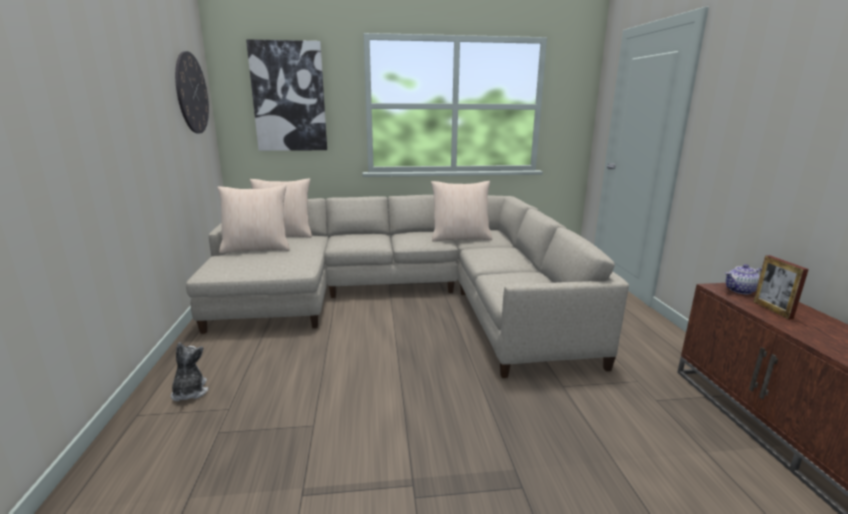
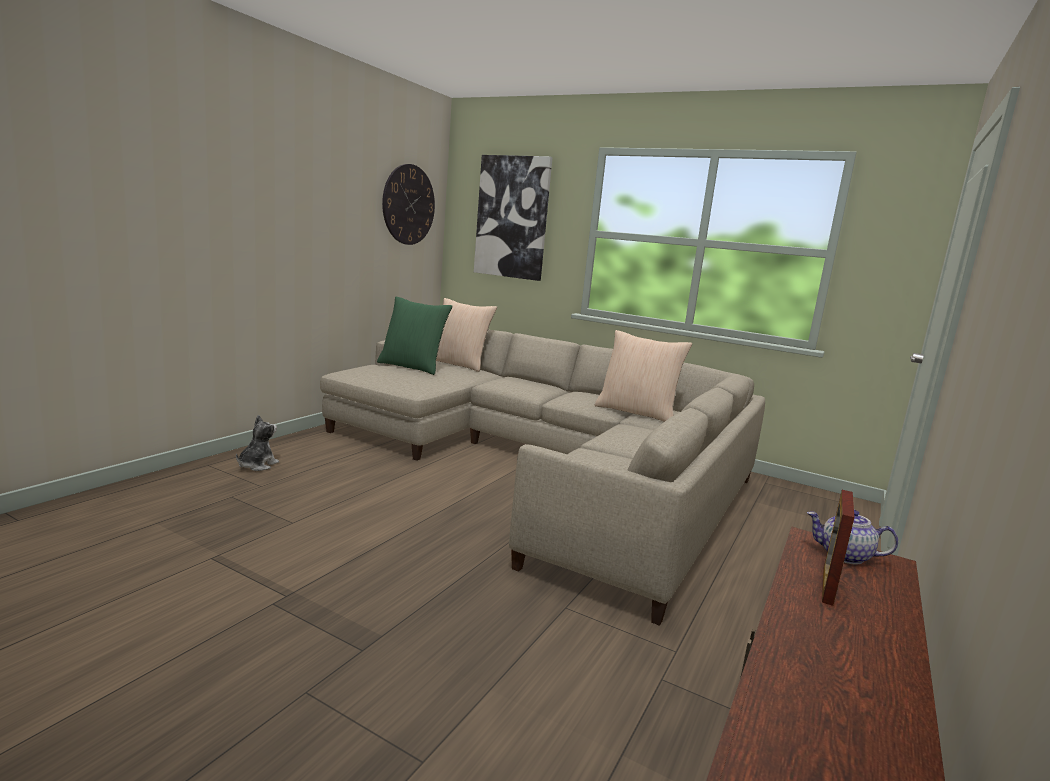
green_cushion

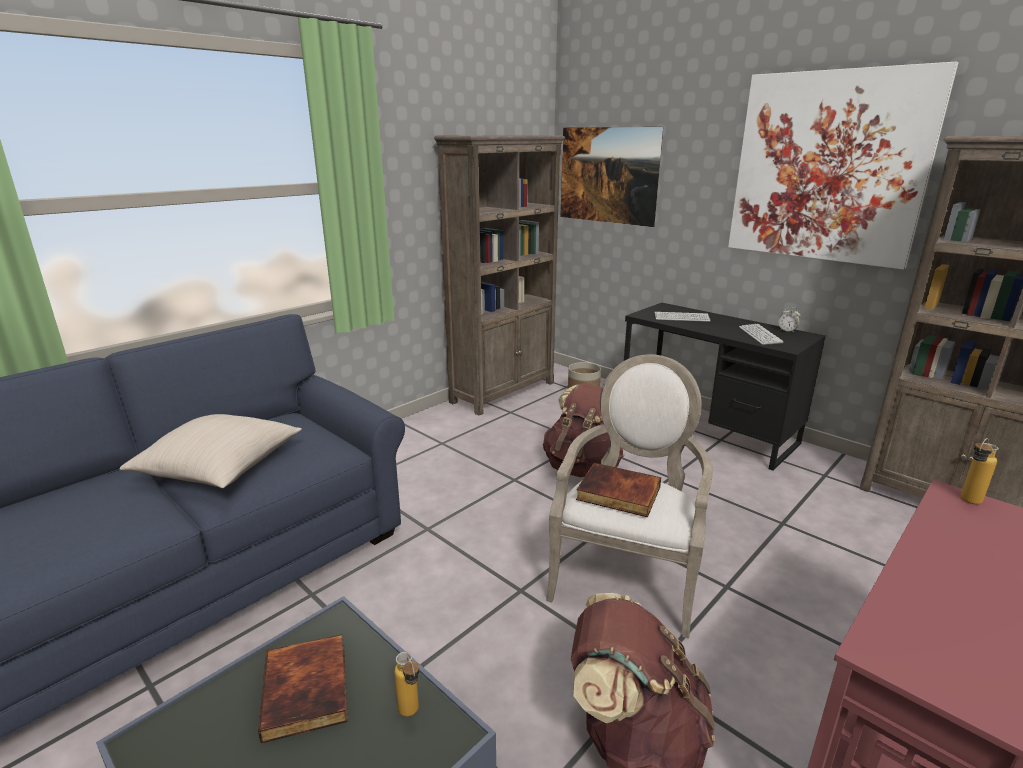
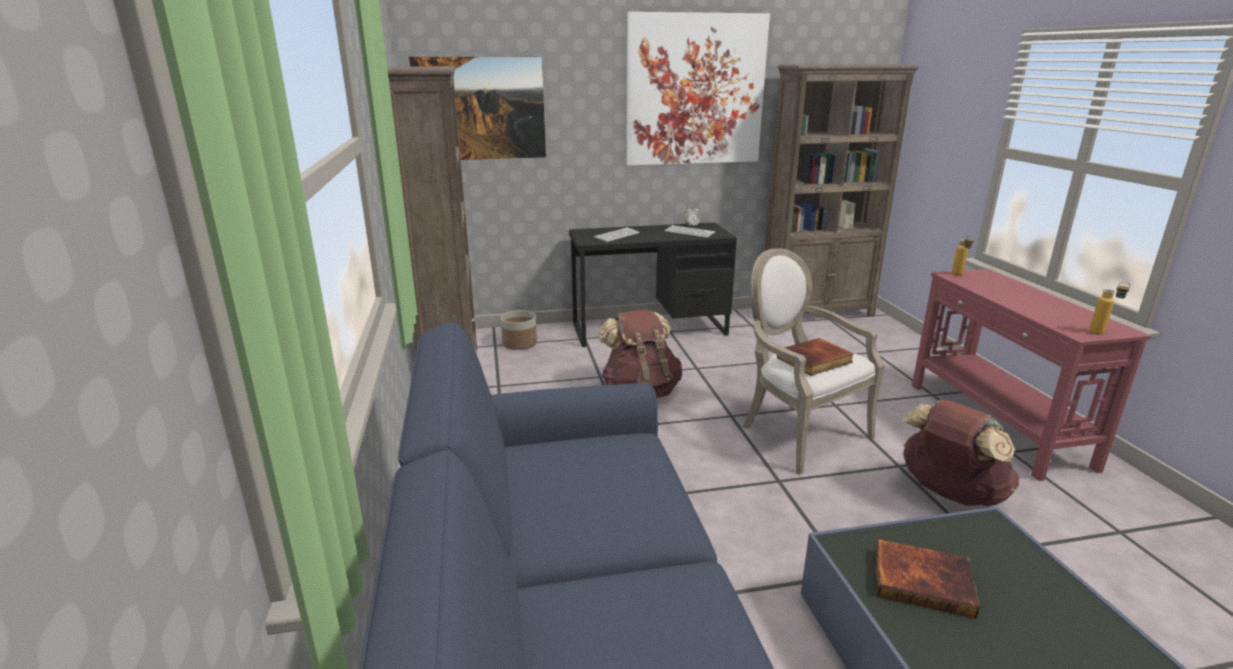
beige-coloured_cushion
beverage_bottle (no. 2 from left)

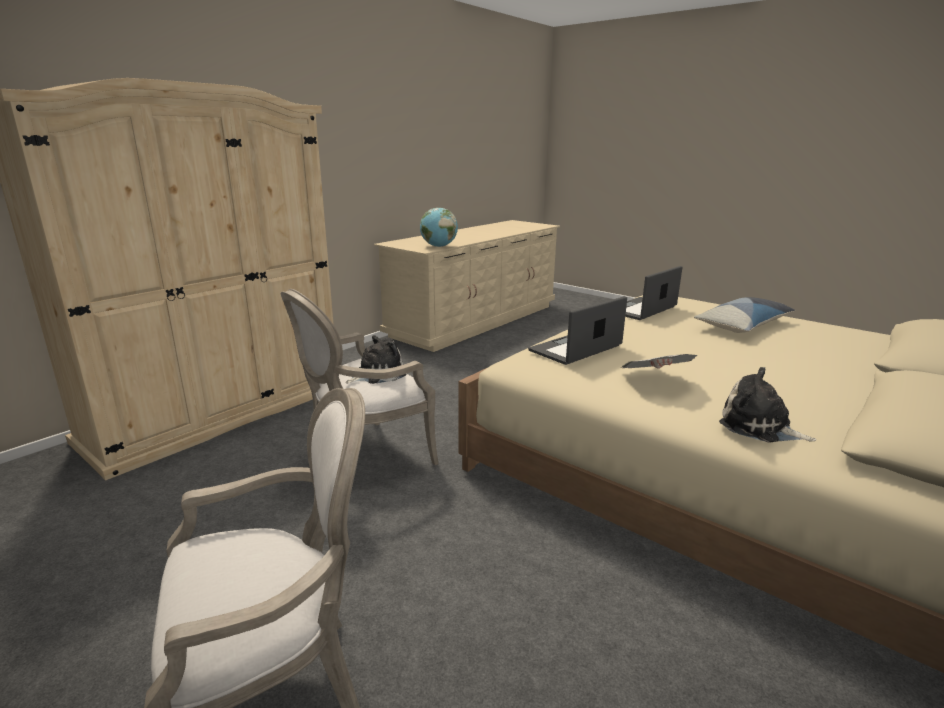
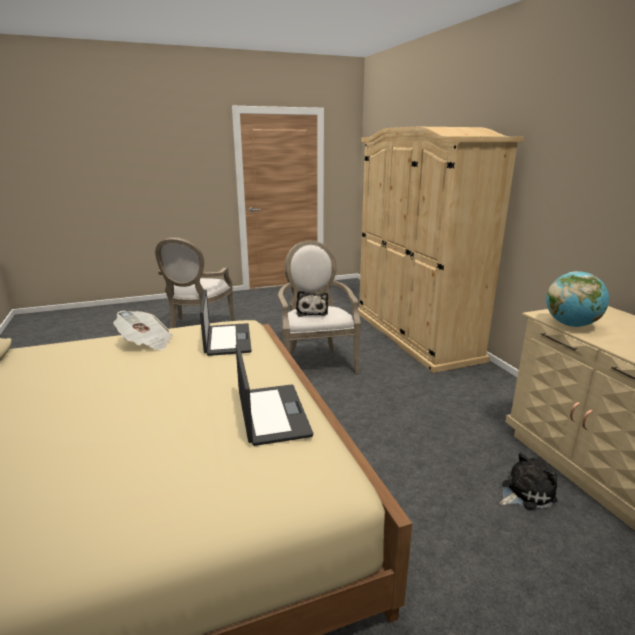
cushion
soft_toy (no. 2 from left)

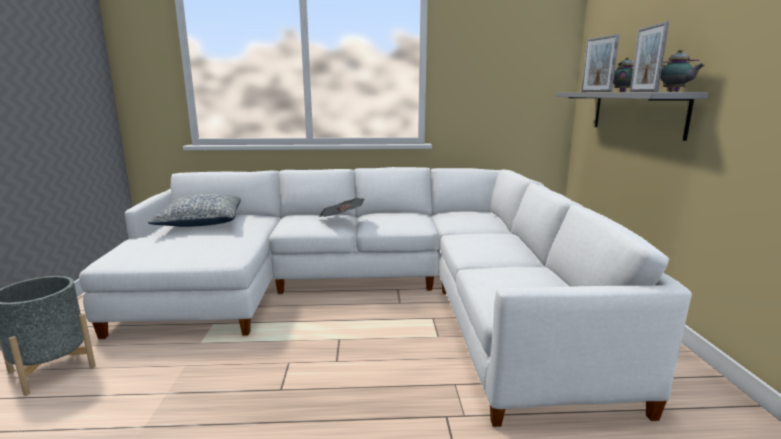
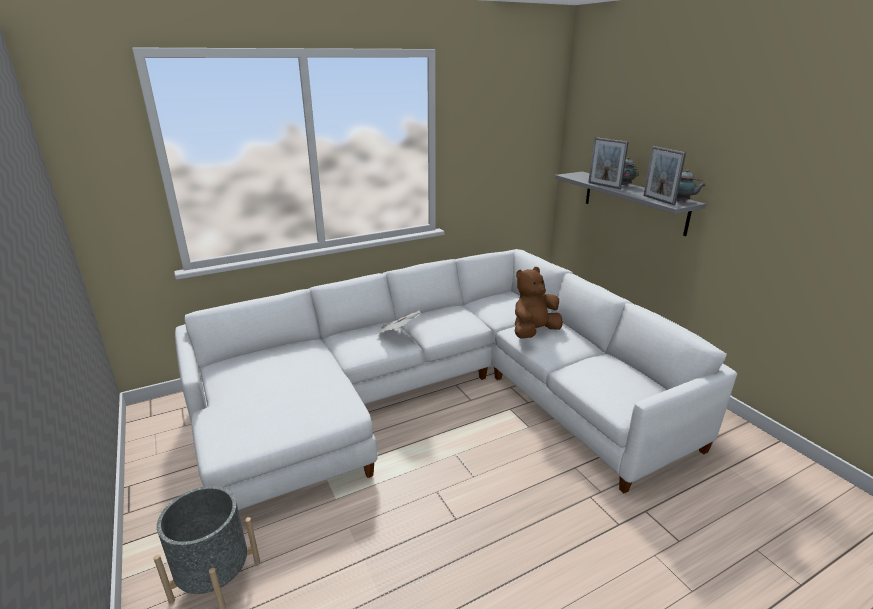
cushion
brown-coloured_soft_toy

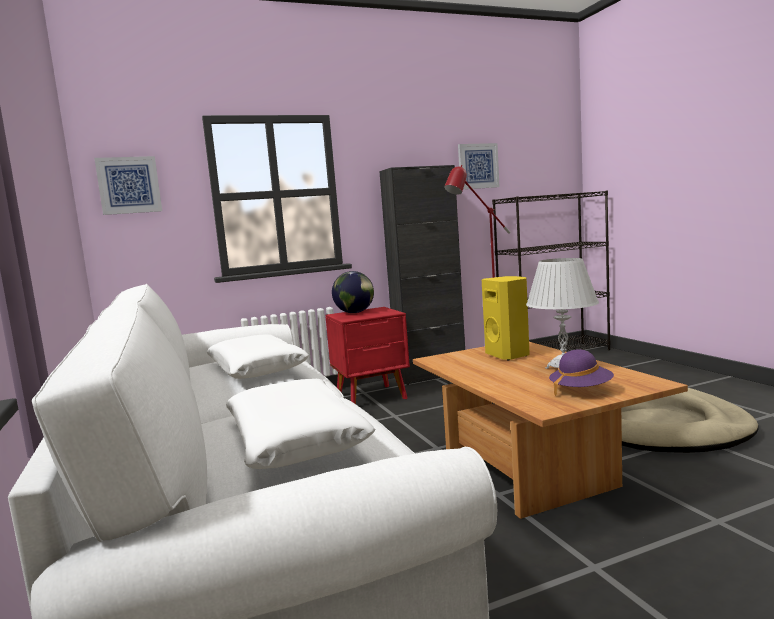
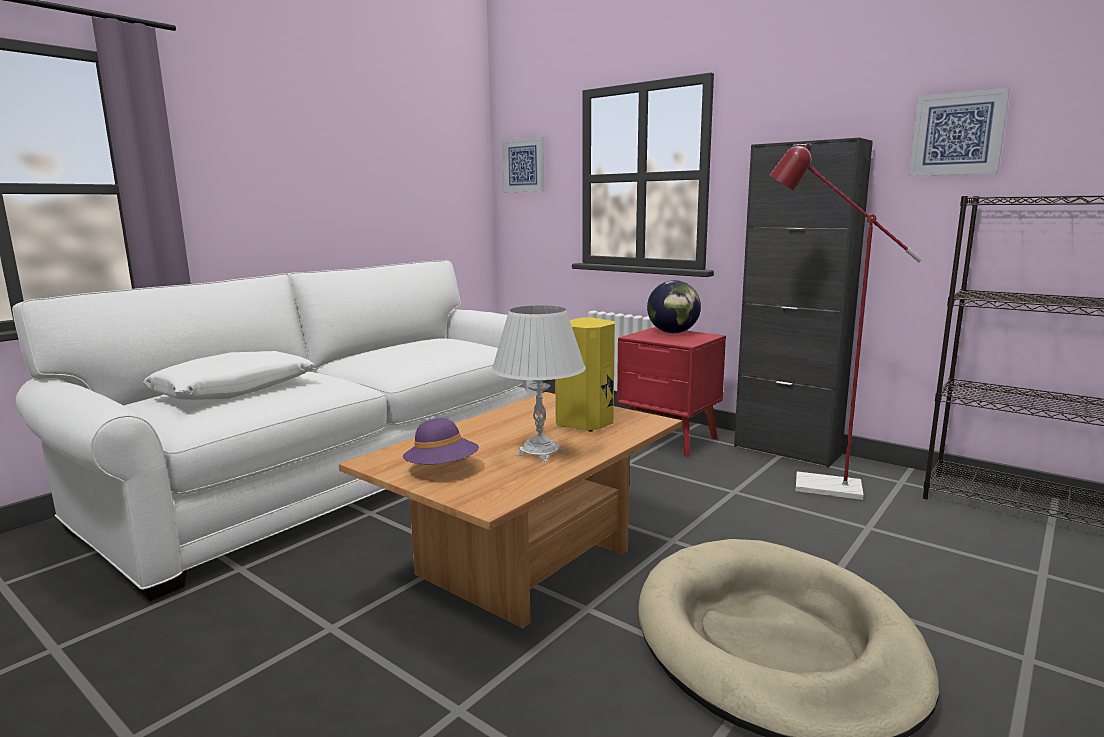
white_cushion (no. 1 from left in the first image)

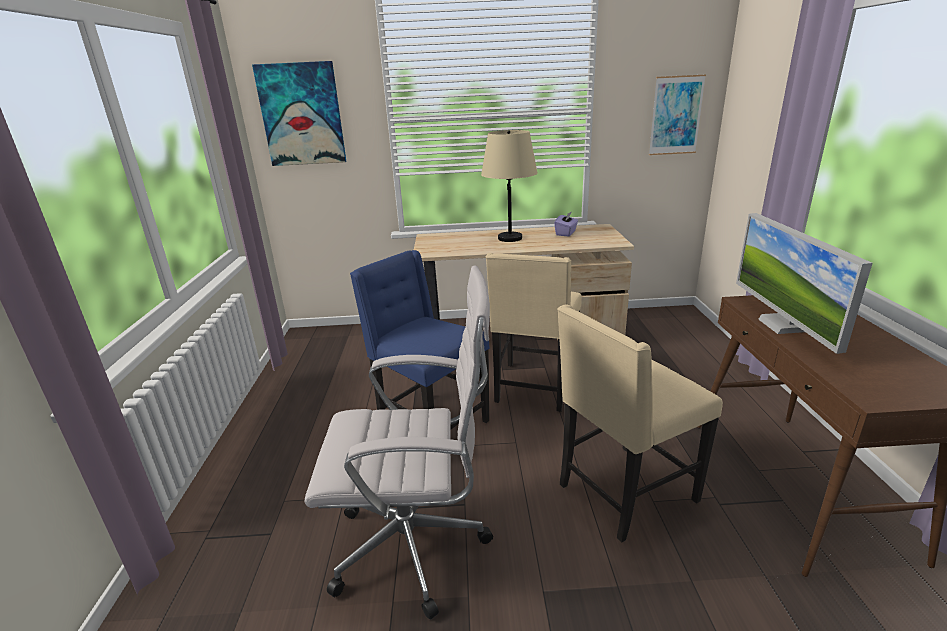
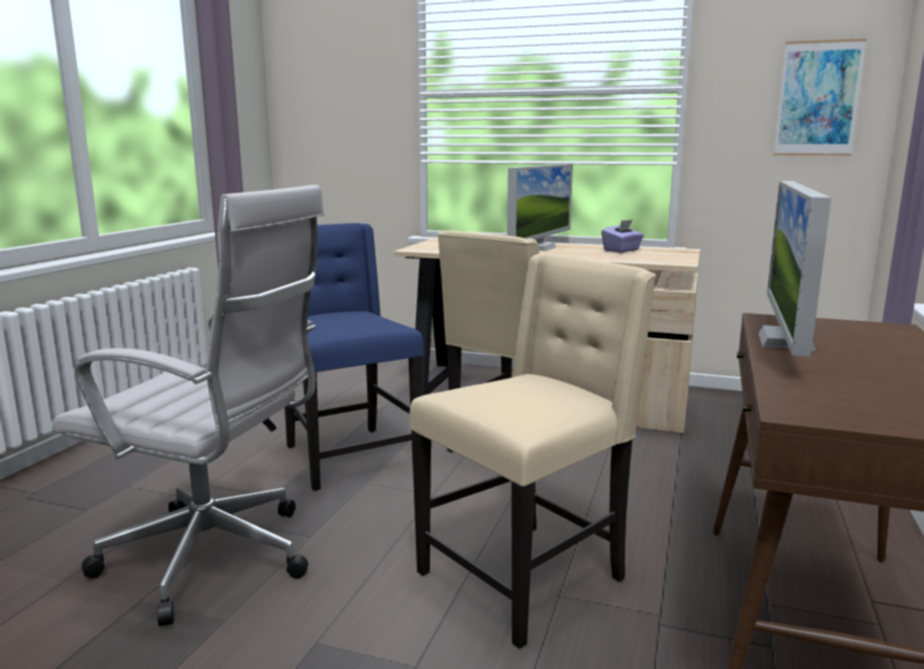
wall_art (no. 1 from left in the first image)
computer_display (no. 1 from left)
beige-coloured_plain_chair (no. 2 from left)

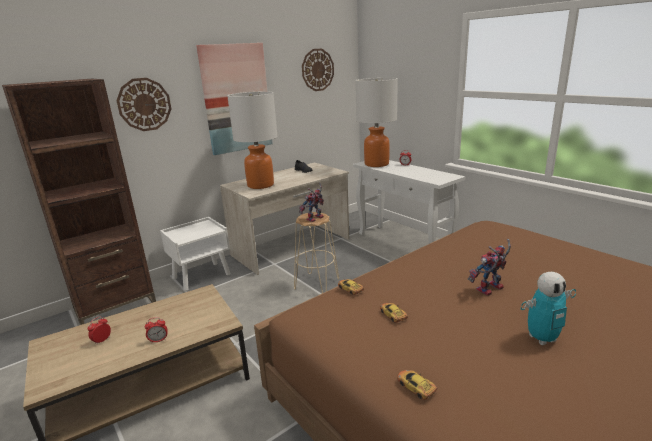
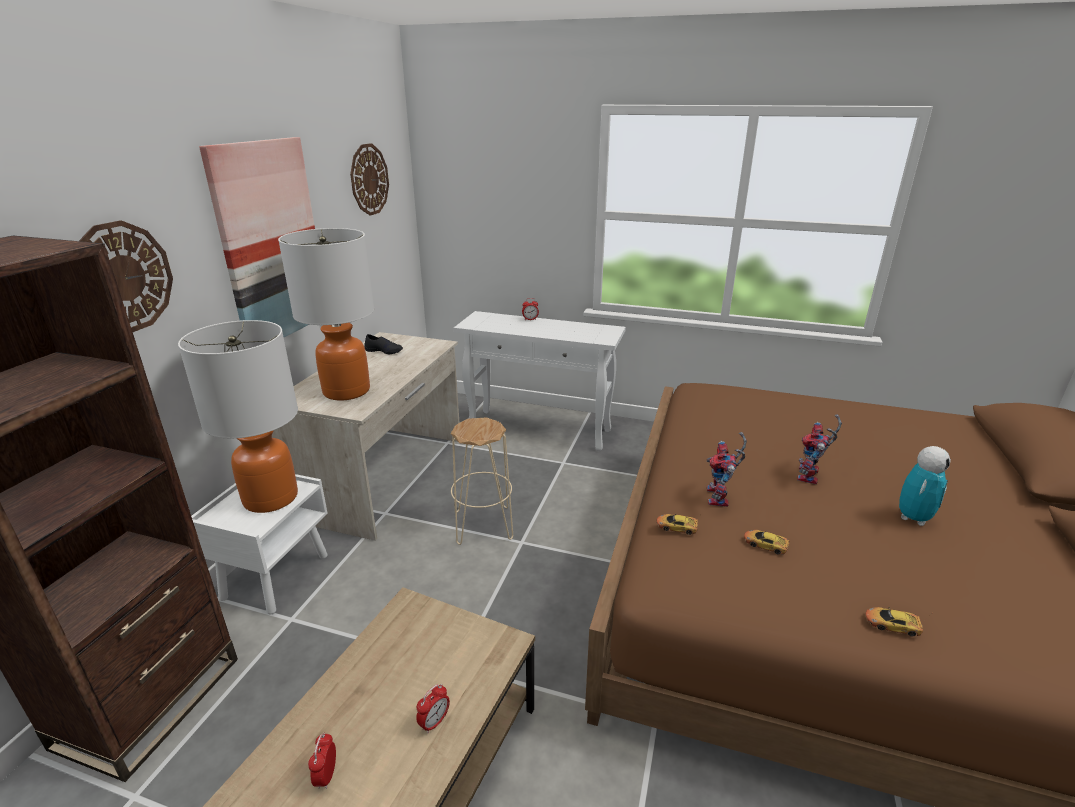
robot_figure (no. 1 from left)
tabletop_lamp (no. 1 from left)

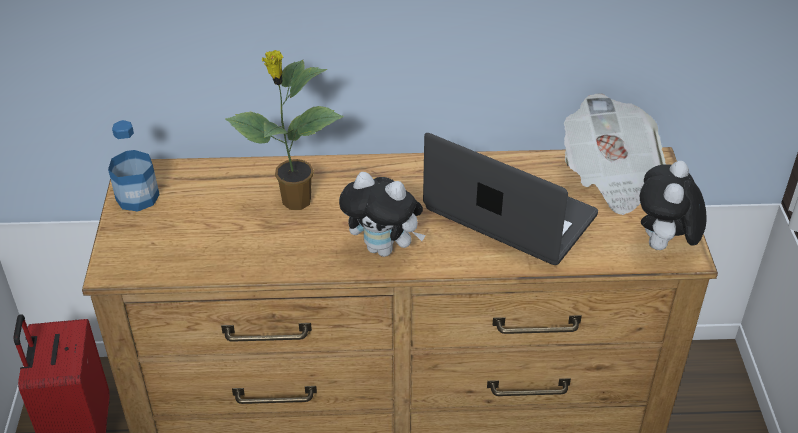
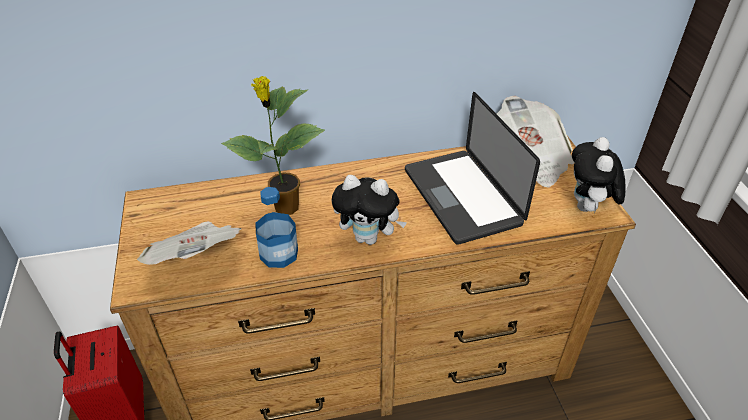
printed_paper (no. 1 from left)
beverage_bottle
portable_computer

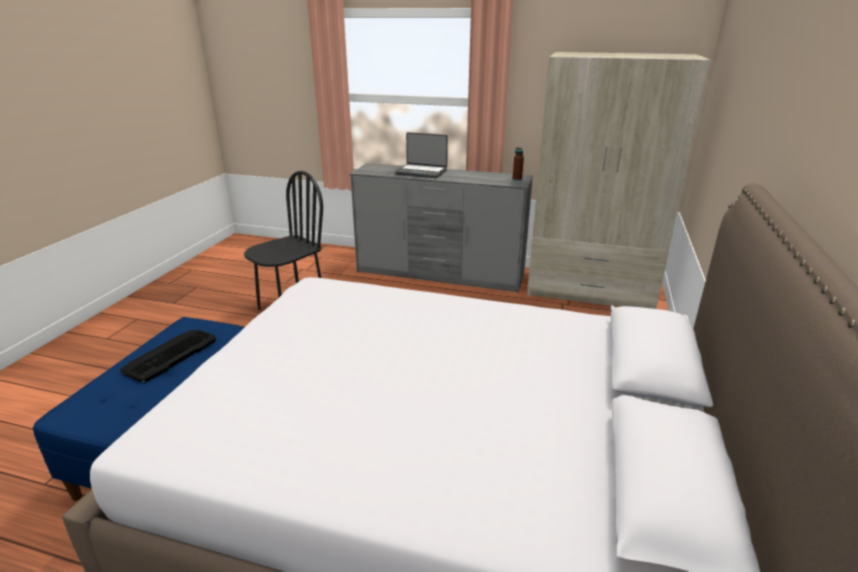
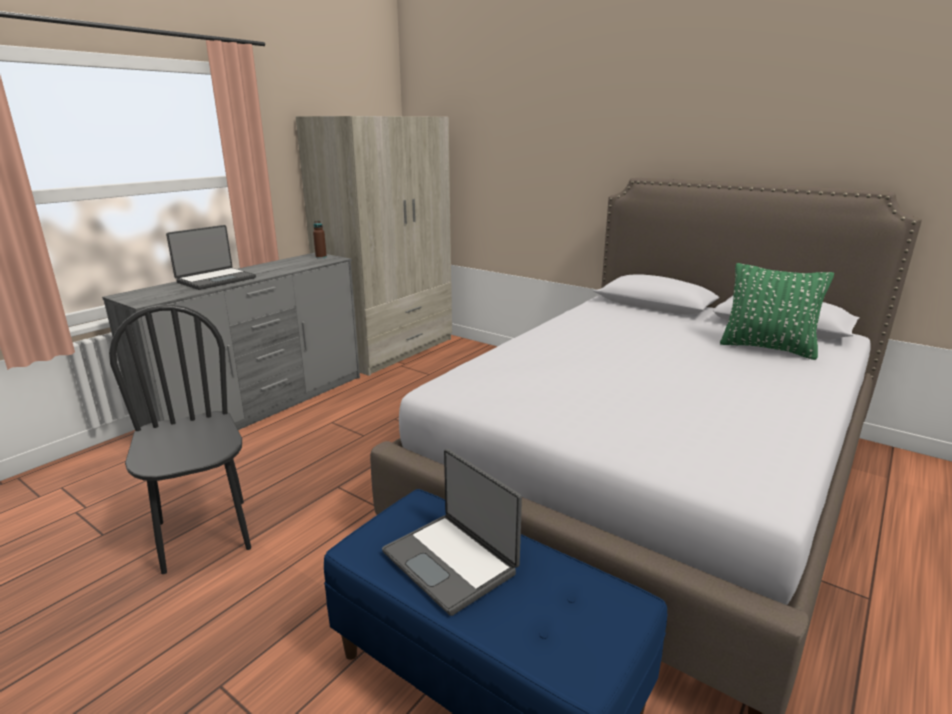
green_cushion
portable_computer (no. 2 from left)

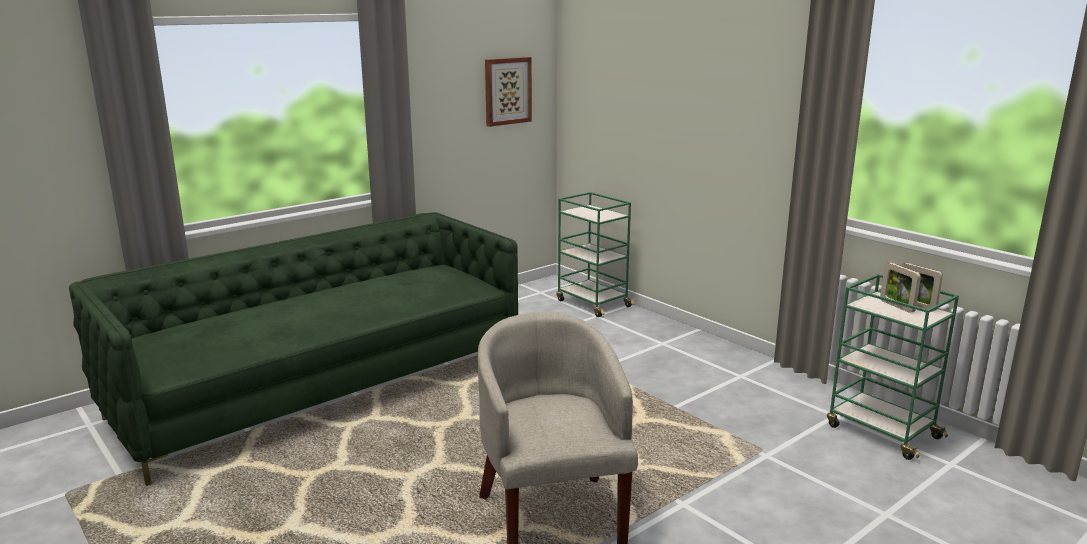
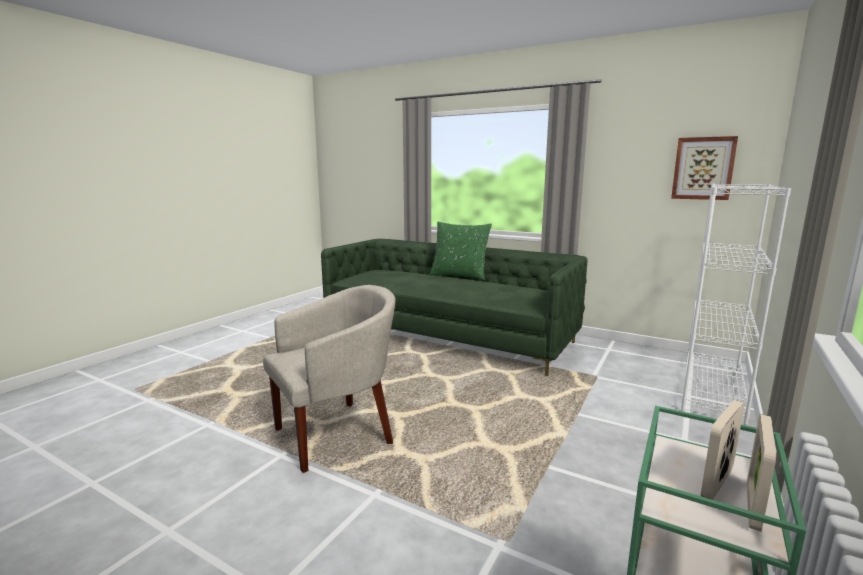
green_cushion
white_bookshelf

